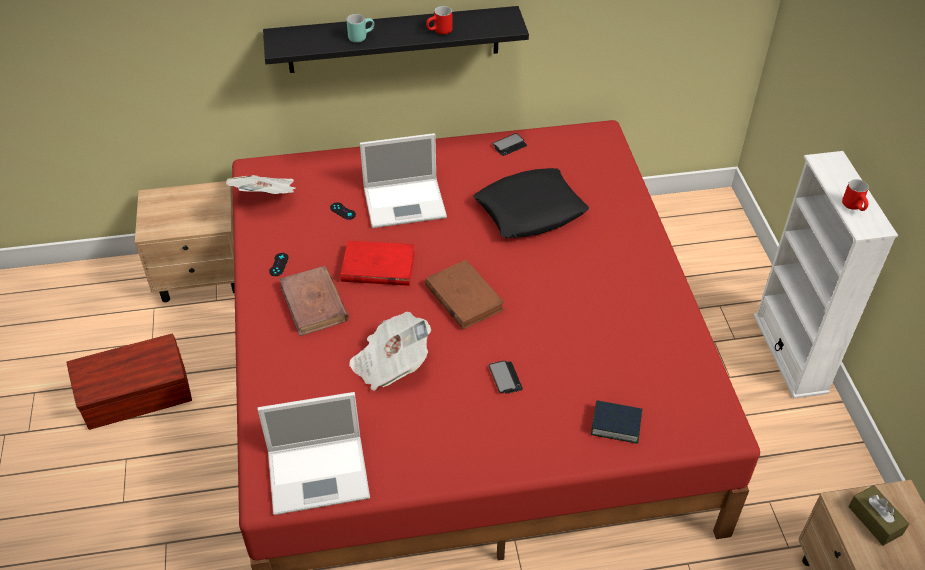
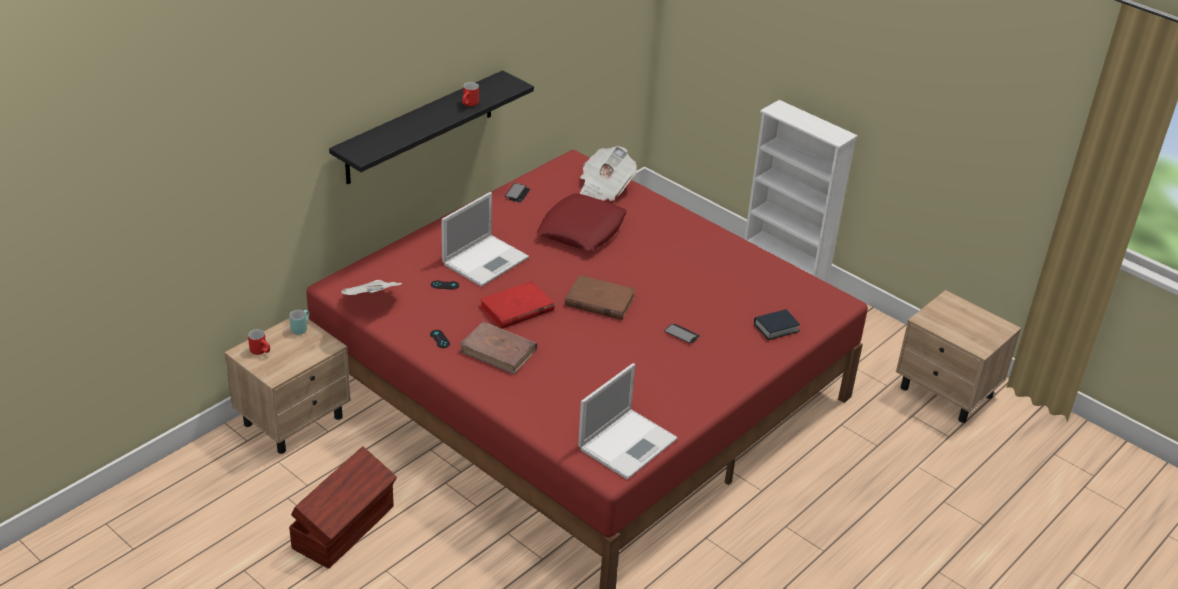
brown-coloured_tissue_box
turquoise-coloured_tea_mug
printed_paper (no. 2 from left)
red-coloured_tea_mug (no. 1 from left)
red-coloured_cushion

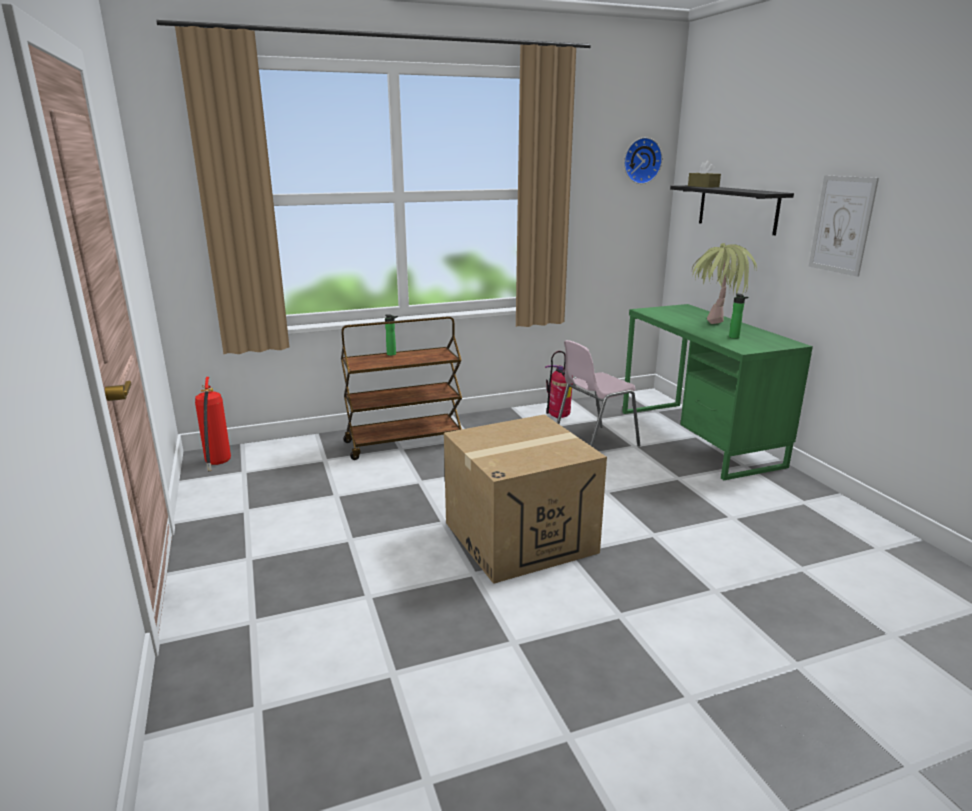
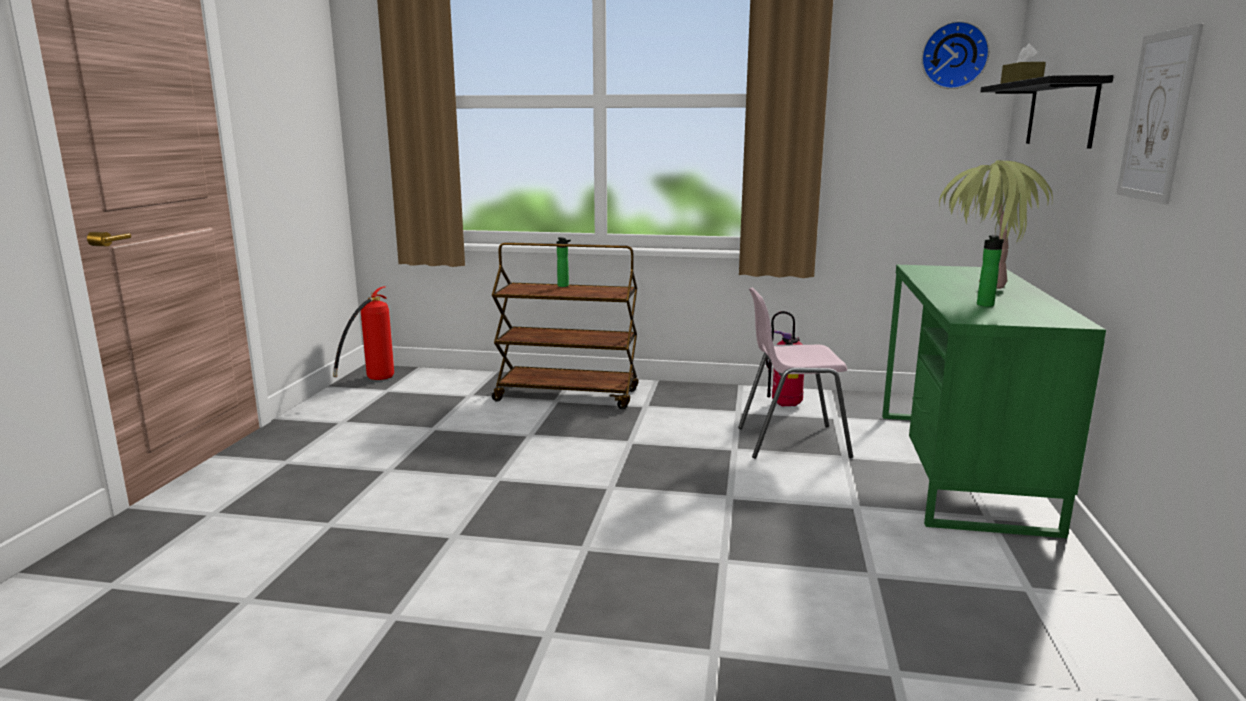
packing_box

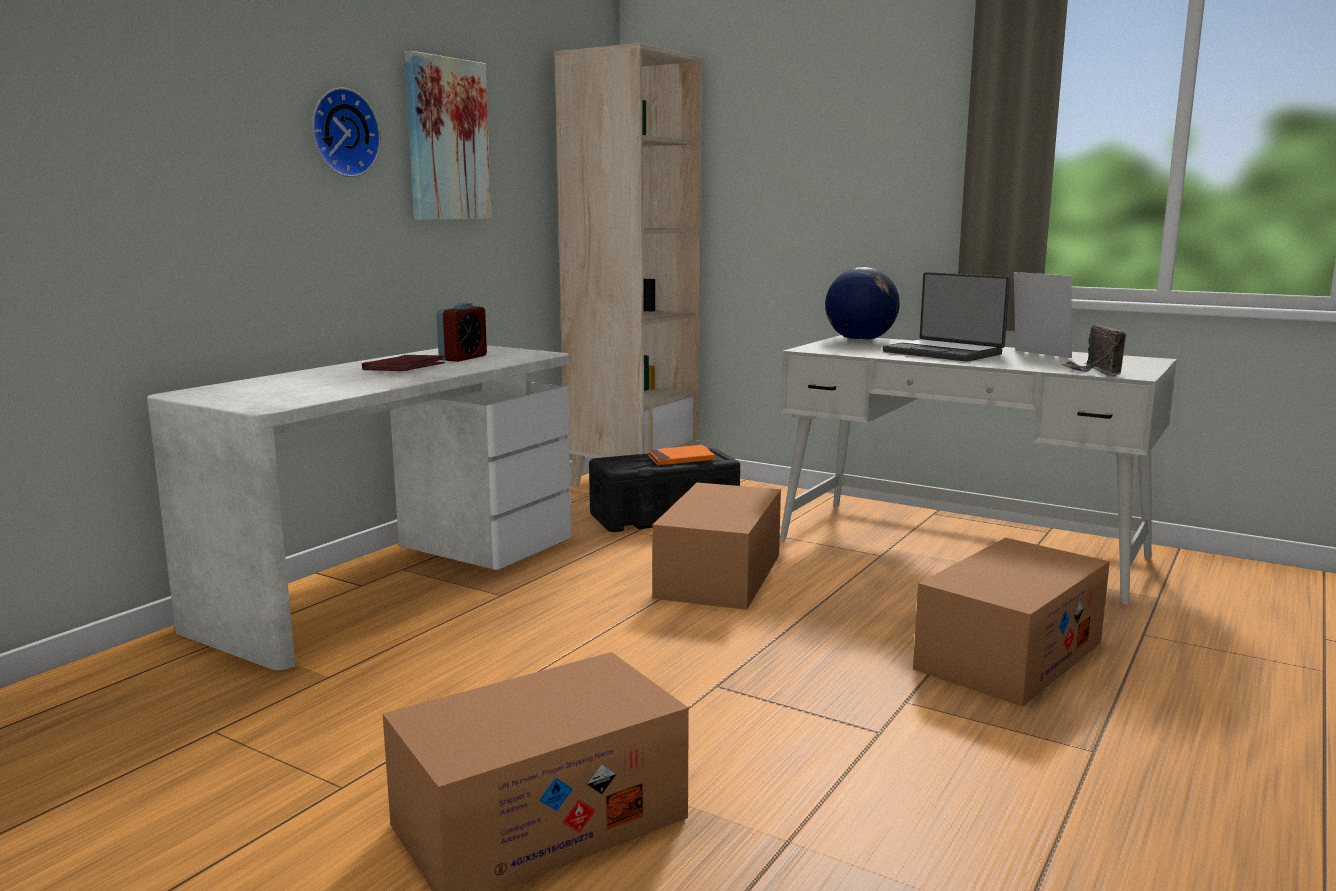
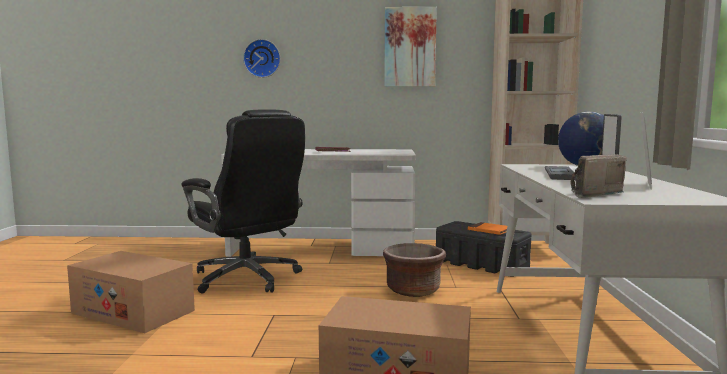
bedside_clock
blackish_desk_chair
wall_clock
brown-coloured_planter

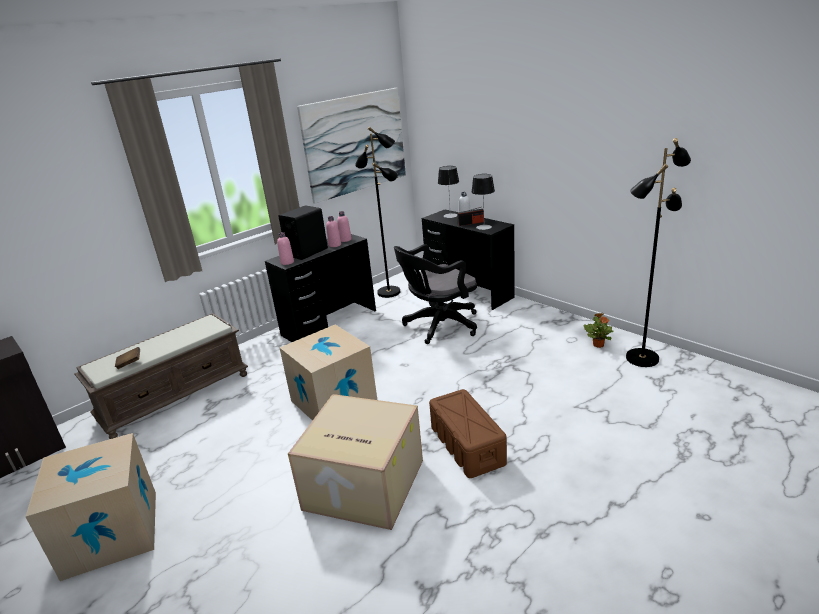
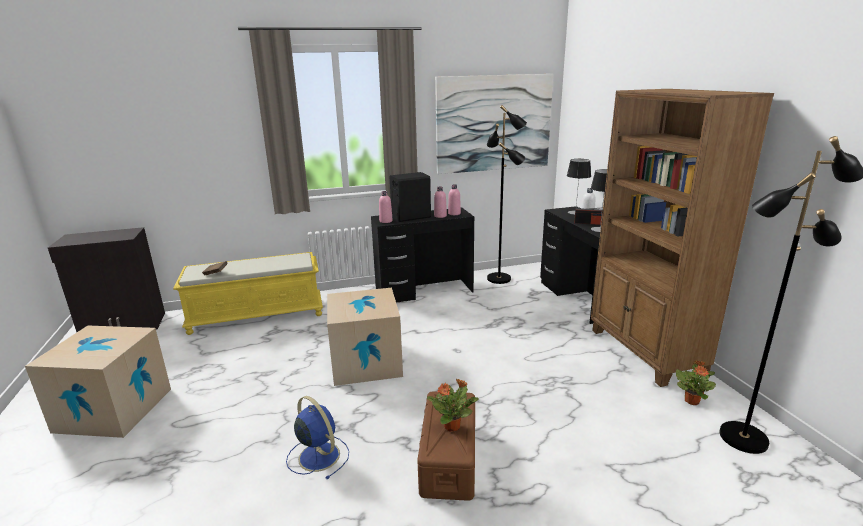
blackish_desk_chair
plant_in_a_pot (no. 1 from left)
brown-coloured_bookshelf
blue_fan
yellow-coloured_bench

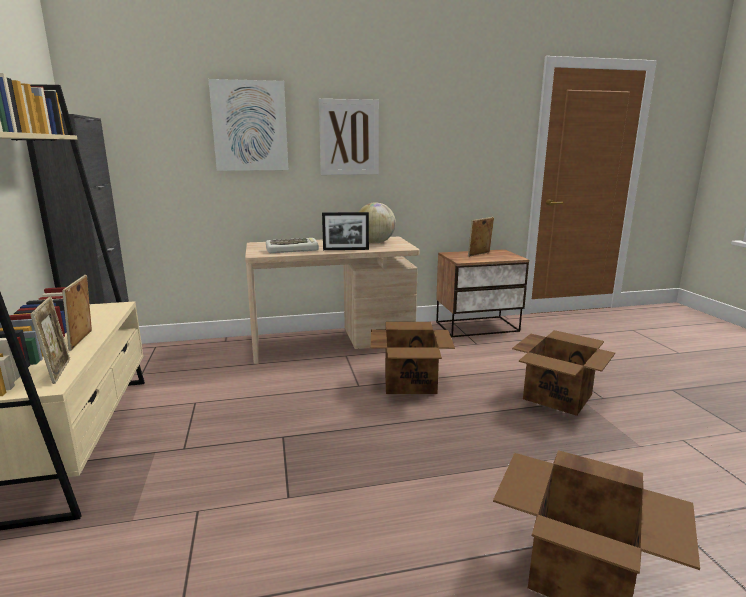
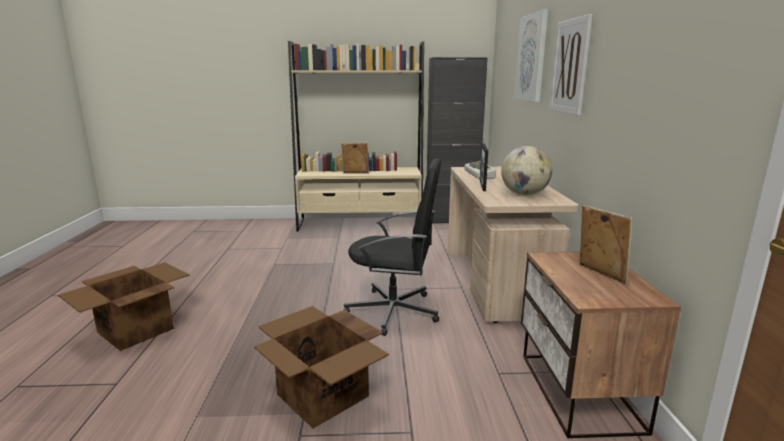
standing_frame (no. 1 from left in the first image)
blackish_desk_chair

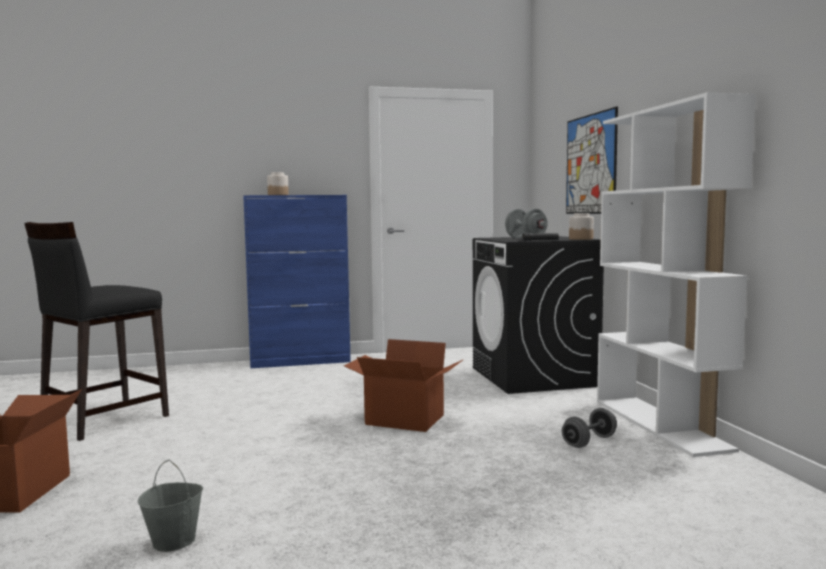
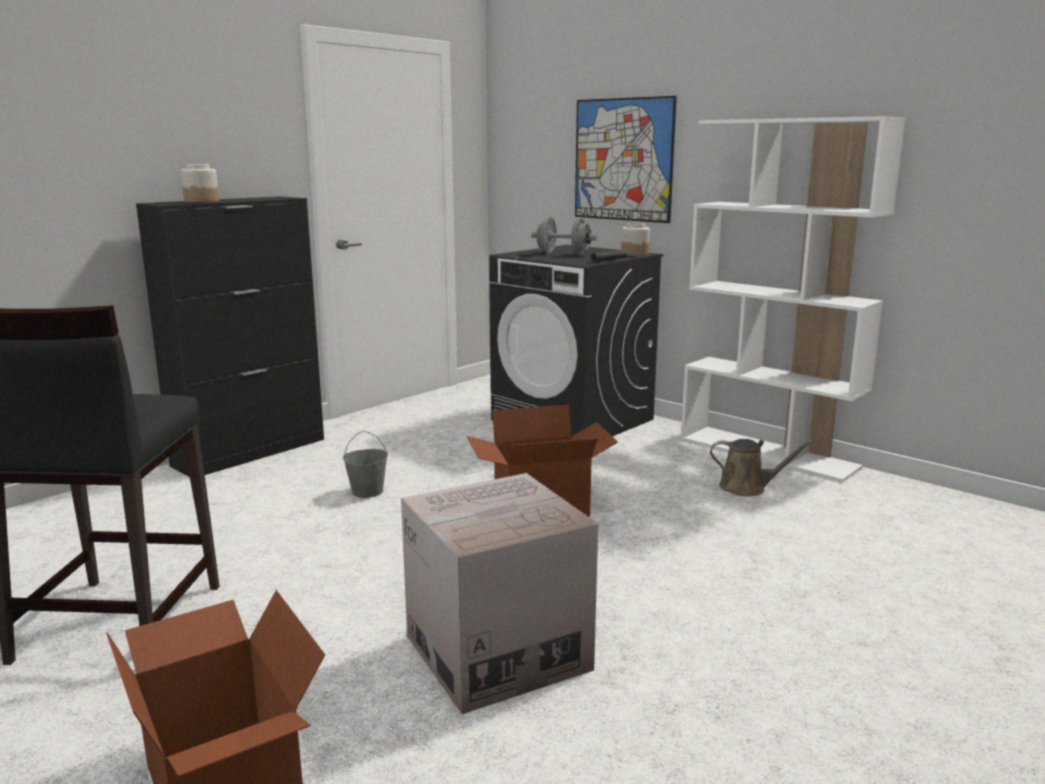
packing_box (no. 2 from left)
gray_water_bucket
brown-coloured_sprinkling_can
blackish_cupboard

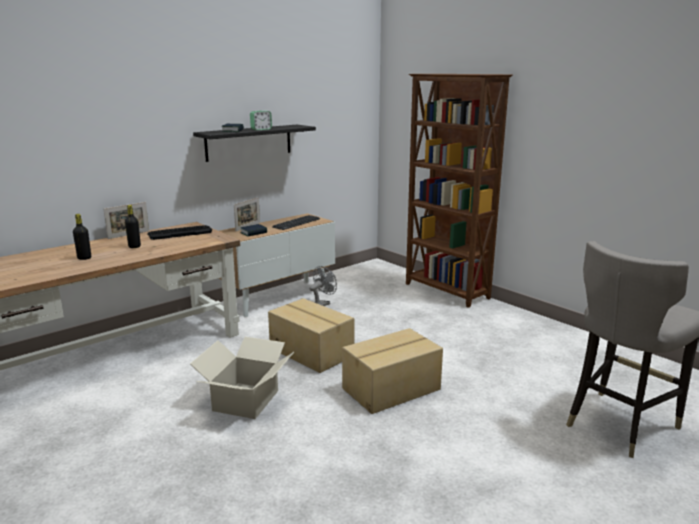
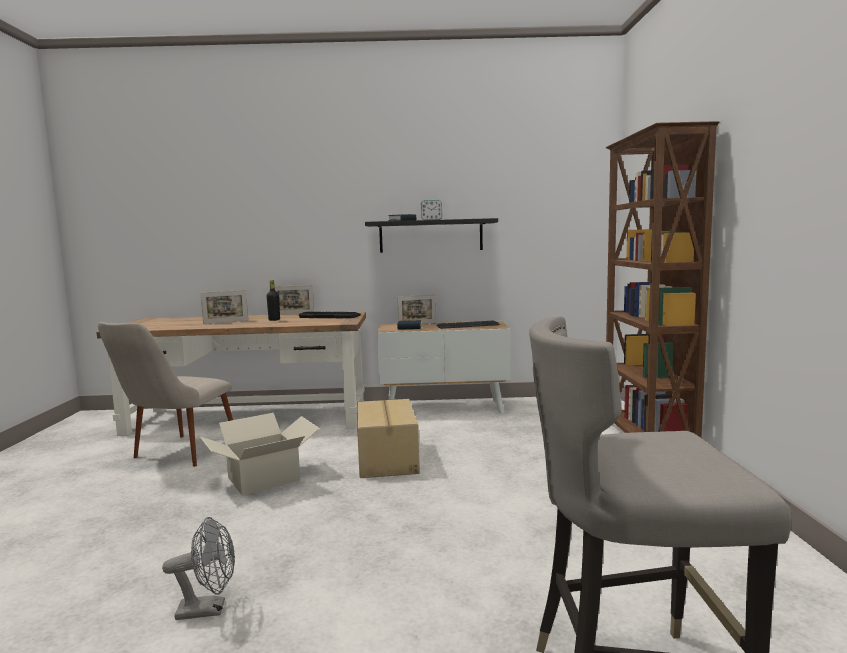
packing_box (no. 3 from left in the first image)
beige-coloured_plain_chair
gray_fan
standing_frame (no. 1 from left)

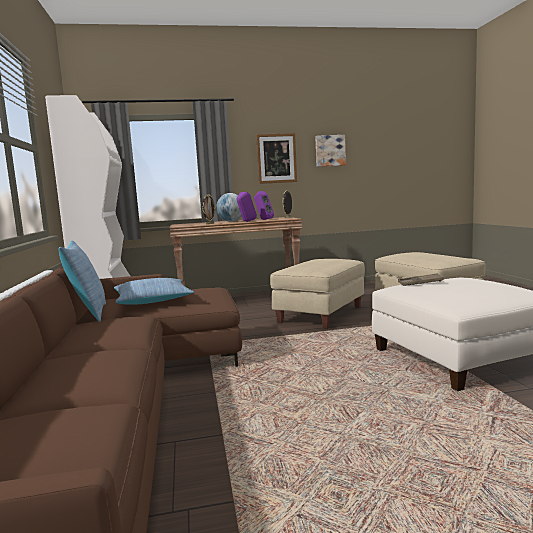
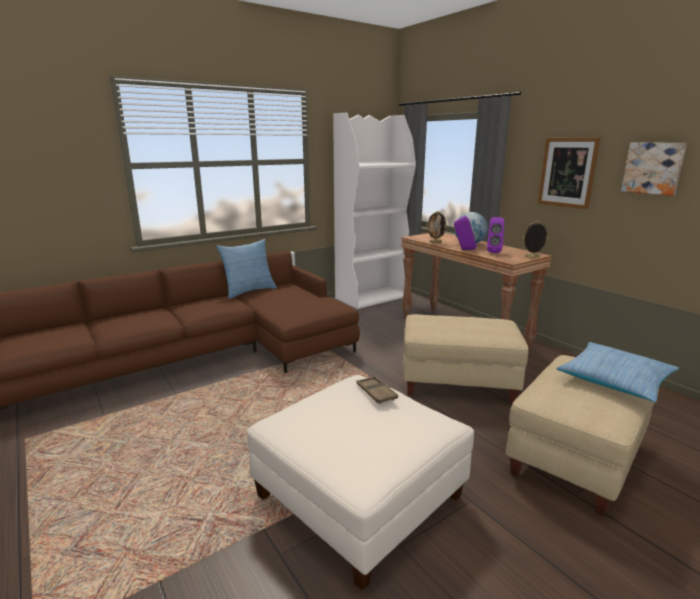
cushion (no. 2 from left)

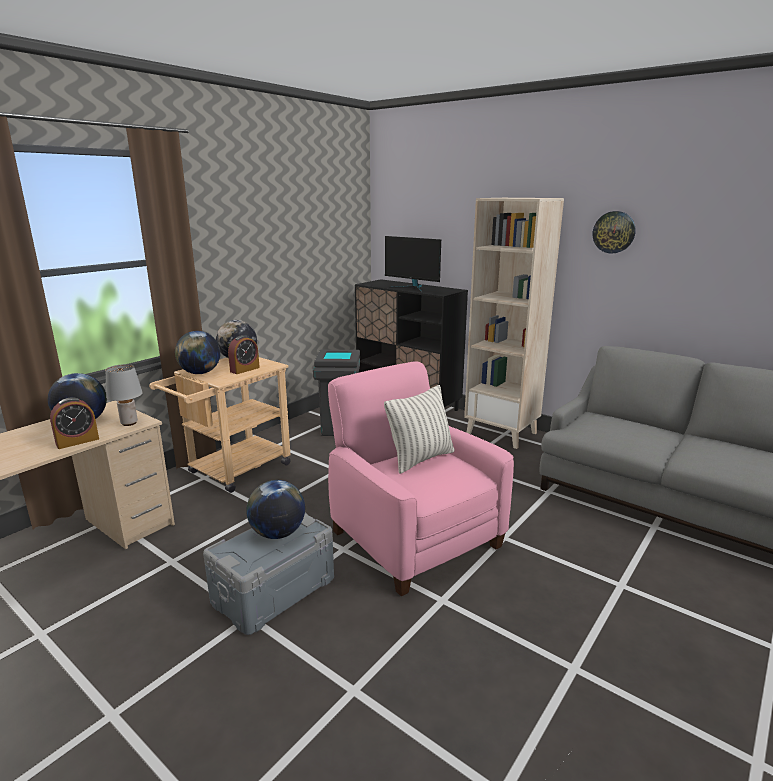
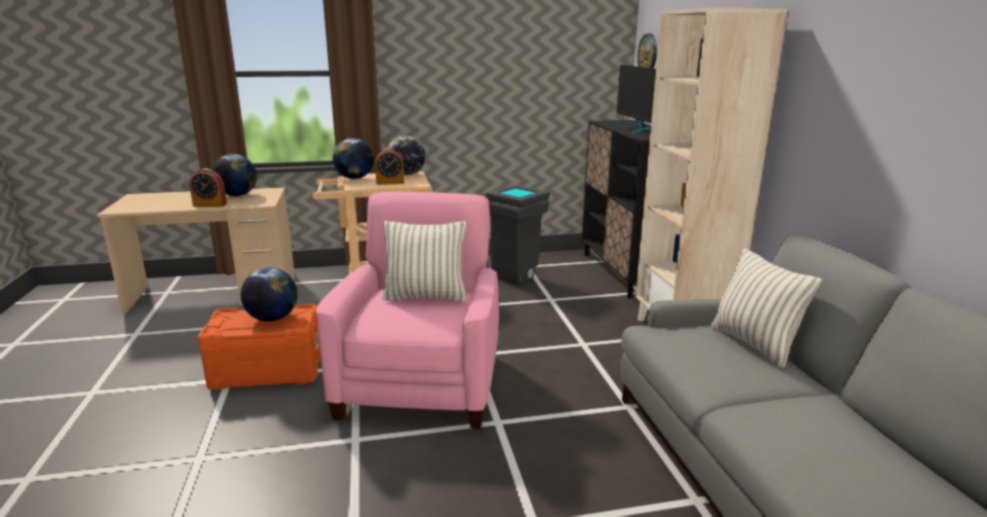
gray_tabletop_lamp
cushion (no. 2 from left)
wall_clock
orange-coloured_storage_bin

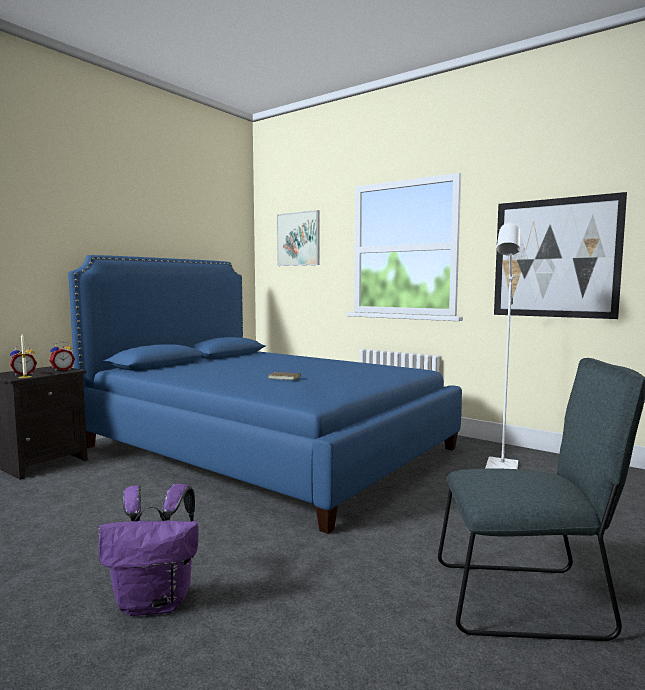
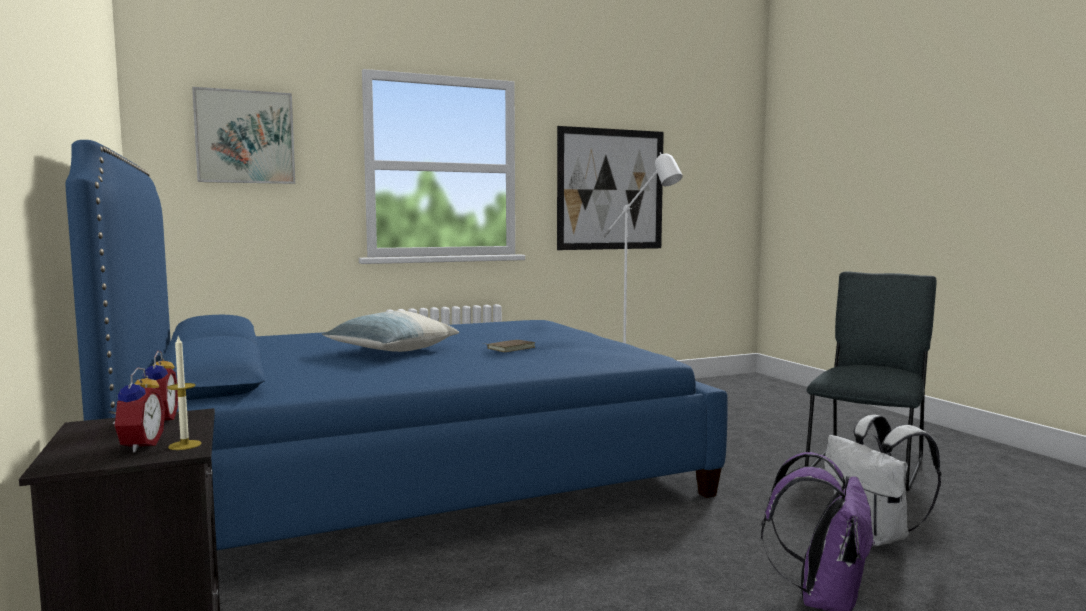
cushion
white_rucksack

